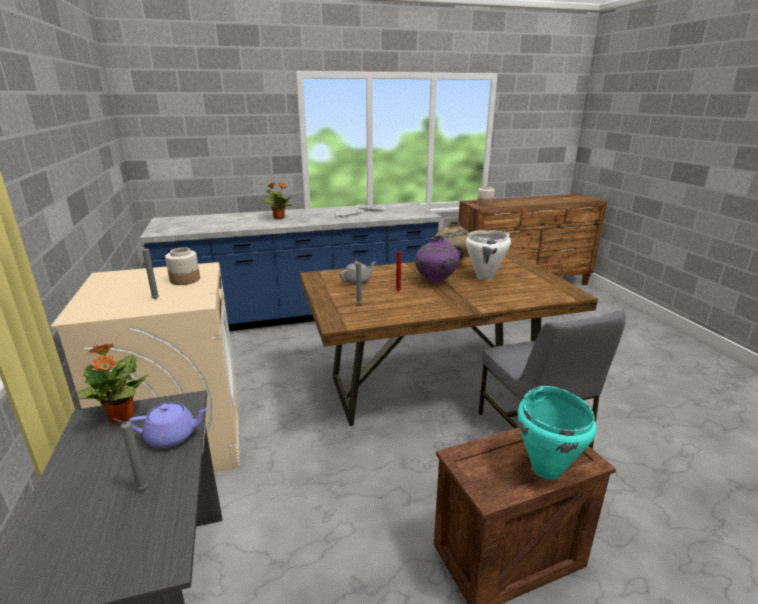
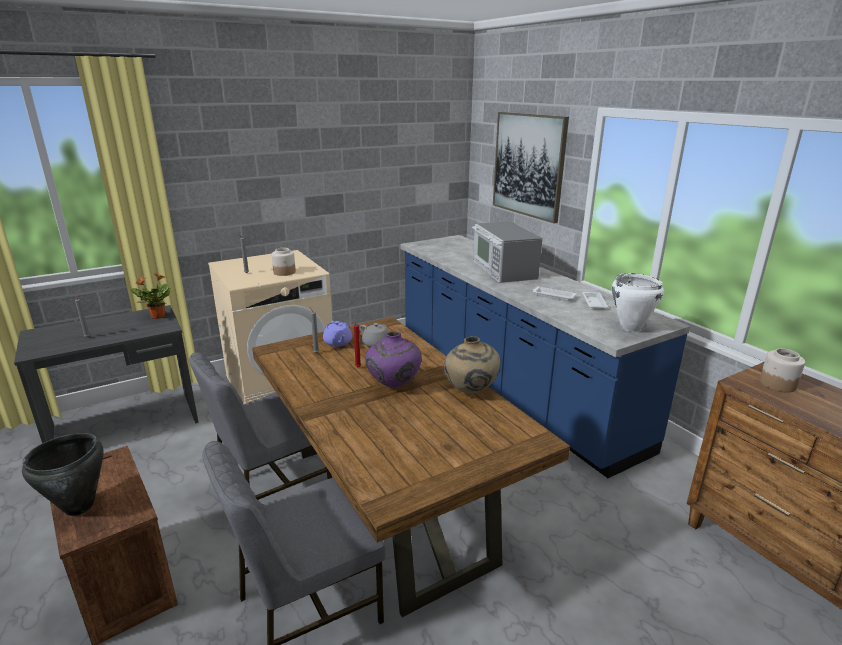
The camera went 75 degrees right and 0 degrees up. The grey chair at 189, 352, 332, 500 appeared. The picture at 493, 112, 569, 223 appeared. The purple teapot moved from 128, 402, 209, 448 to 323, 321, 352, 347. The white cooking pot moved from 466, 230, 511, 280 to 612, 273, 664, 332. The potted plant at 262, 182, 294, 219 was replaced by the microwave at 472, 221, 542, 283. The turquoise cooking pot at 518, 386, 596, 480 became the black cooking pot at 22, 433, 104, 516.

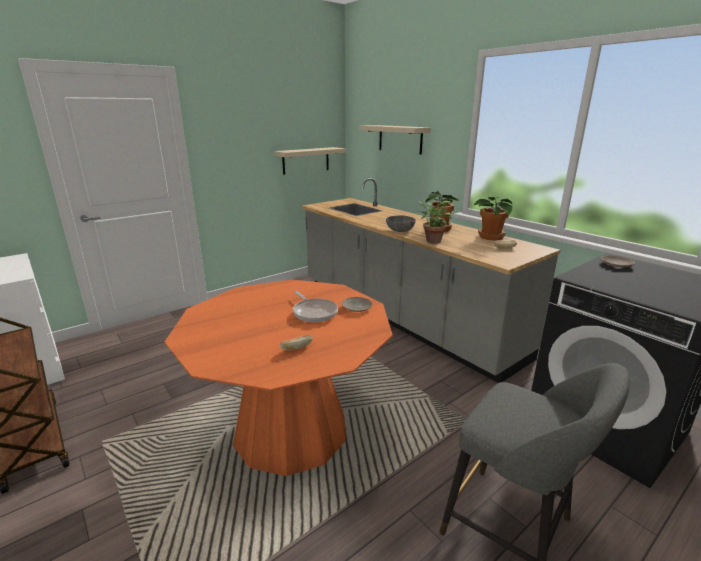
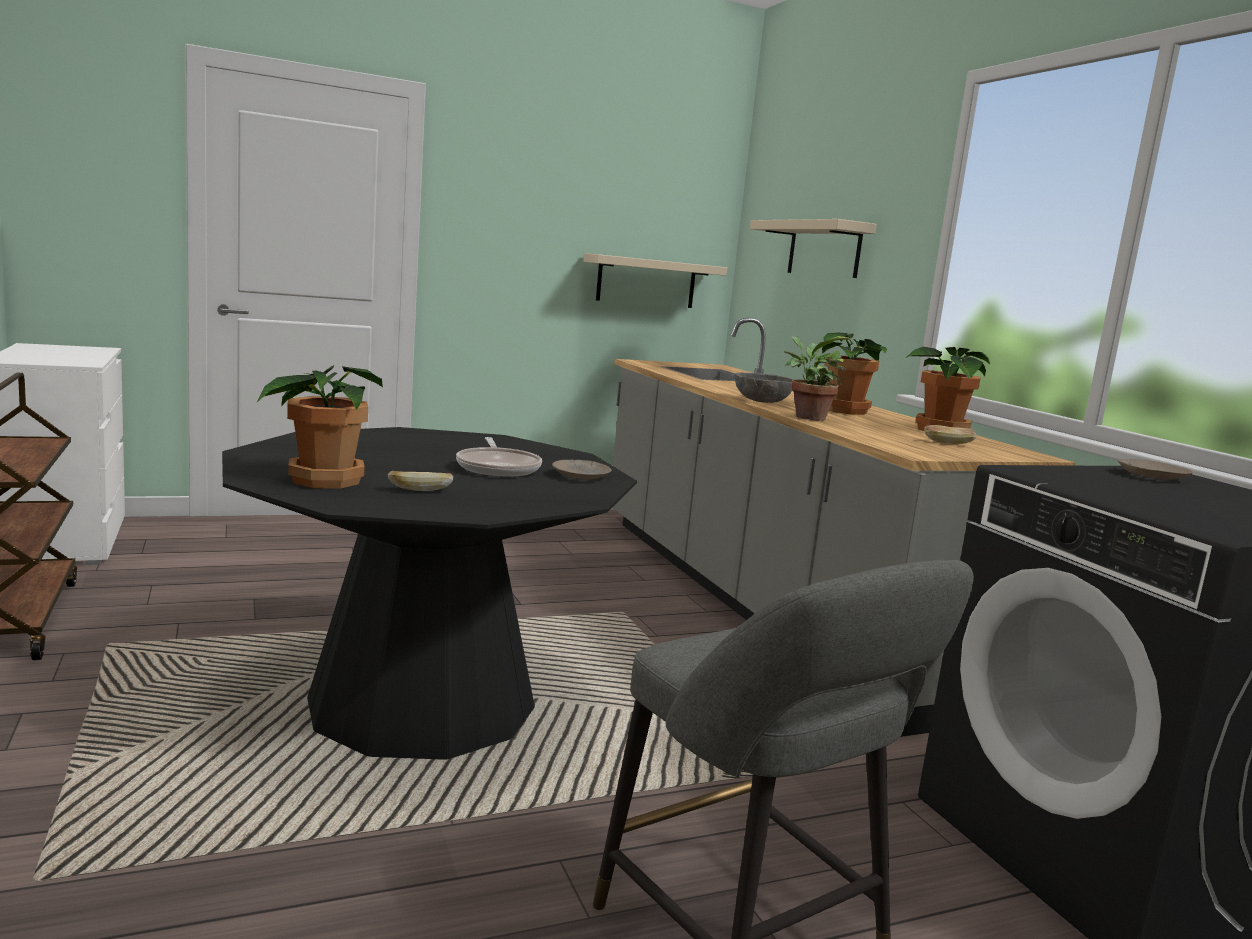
The camera went 15 degrees right and 10 degrees down. The potted plant at 257, 365, 383, 489 appeared. The orange dining table at 165, 279, 393, 476 became the black dining table at 222, 427, 637, 760.

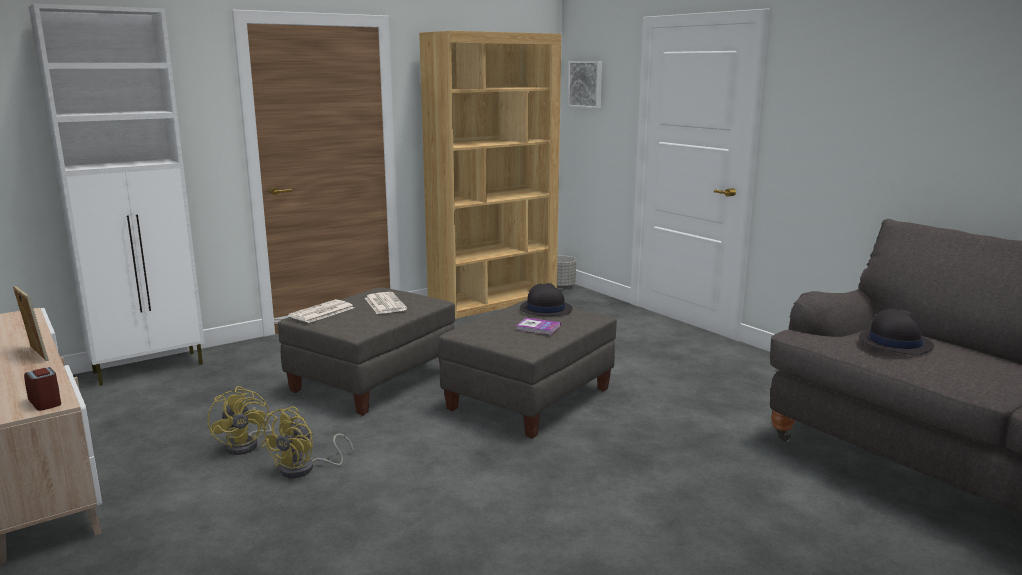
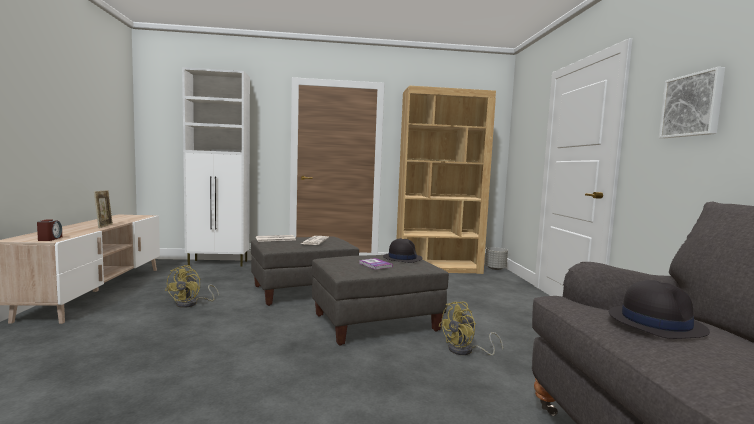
The camera went 30 degrees right and 10 degrees down. The yellow fan moved from 261, 407, 354, 478 to 438, 302, 503, 356. The picture moved from 568, 61, 602, 108 to 659, 67, 725, 138.

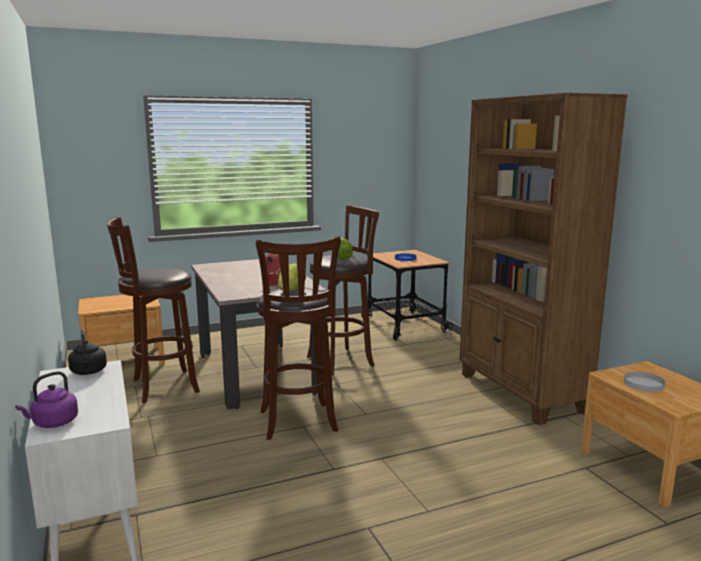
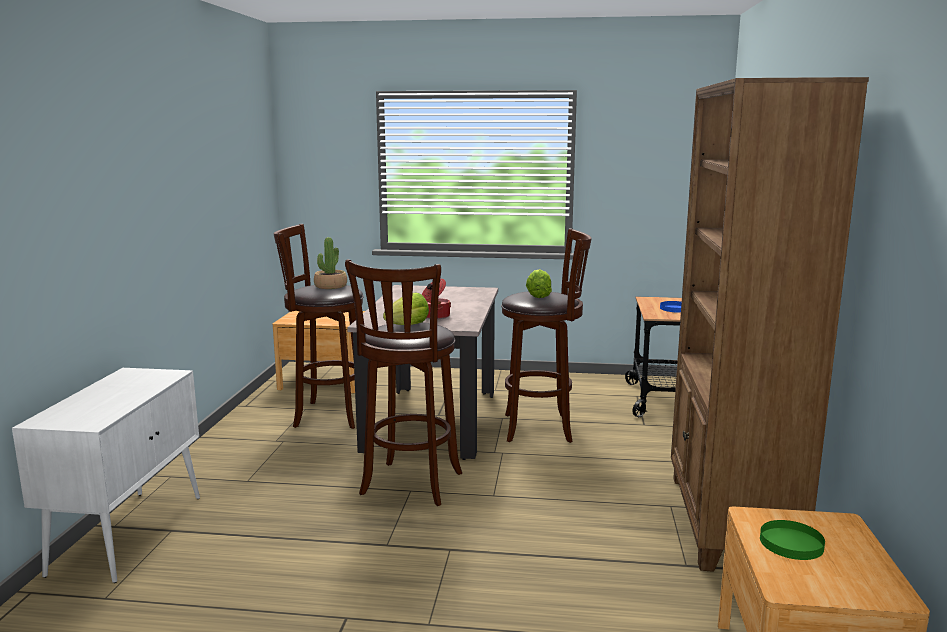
The camera went 30 degrees right and 0 degrees up. The purple kettle at 15, 371, 78, 428 disappeared. The black kettle at 68, 329, 107, 375 disappeared. The potted plant at 314, 237, 347, 289 appeared. The white plate at 624, 372, 665, 392 became the green plate at 760, 520, 825, 560.

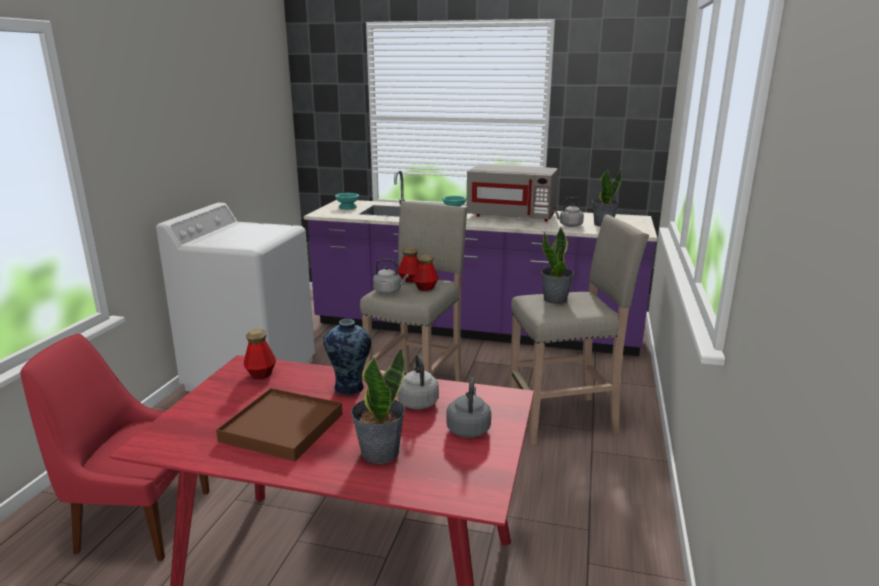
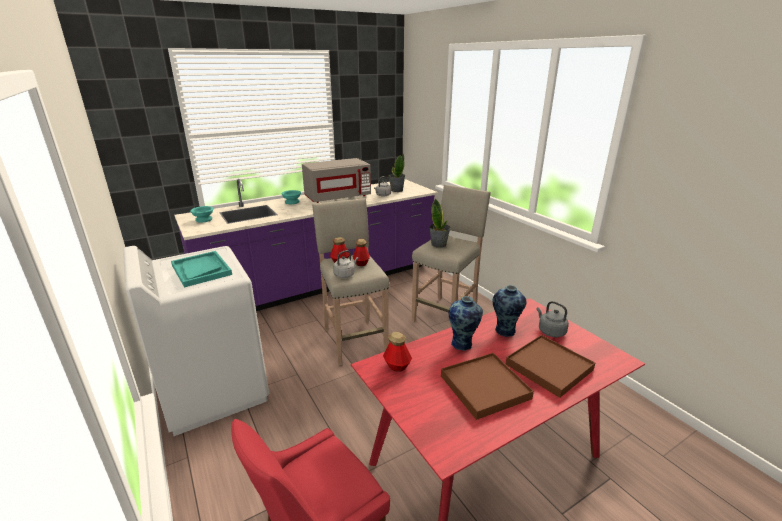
The camera went 45 degrees left and 5 degrees up. The turquoise tray at 171, 251, 232, 287 appeared. The potted plant at 351, 347, 405, 464 was replaced by the brown tray at 506, 335, 595, 398. The grey kettle at 398, 354, 439, 409 was replaced by the vase at 492, 285, 527, 337.

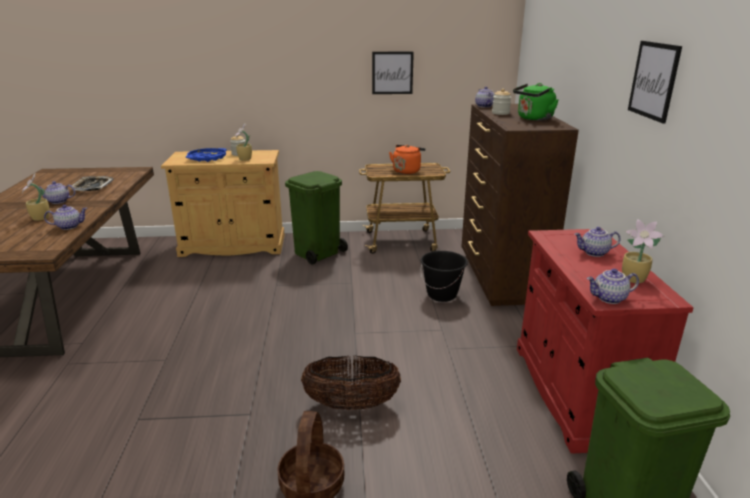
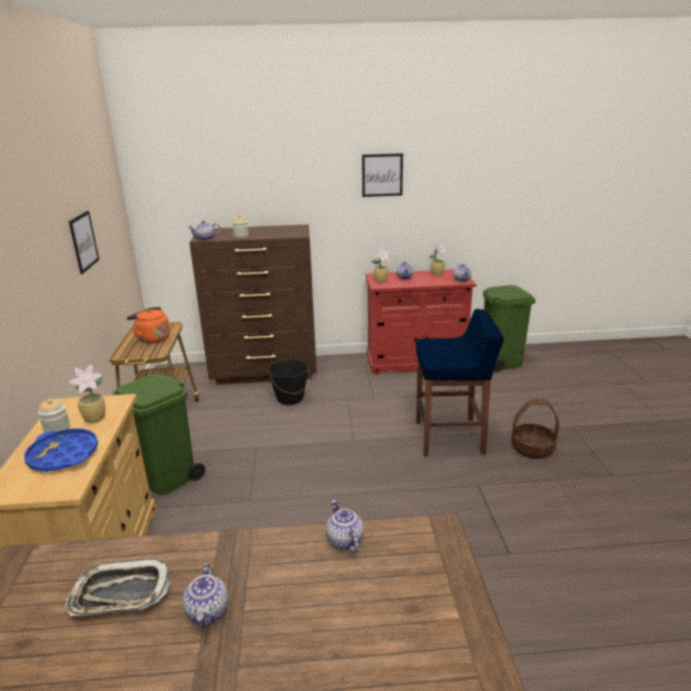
The camera went 90 degrees left and 0 degrees up. The green kettle at 513, 83, 559, 121 disappeared. The potted plant moved from 22, 173, 50, 221 to 371, 247, 390, 283. The basket at 301, 355, 401, 410 was replaced by the blue stool at 416, 309, 504, 456.

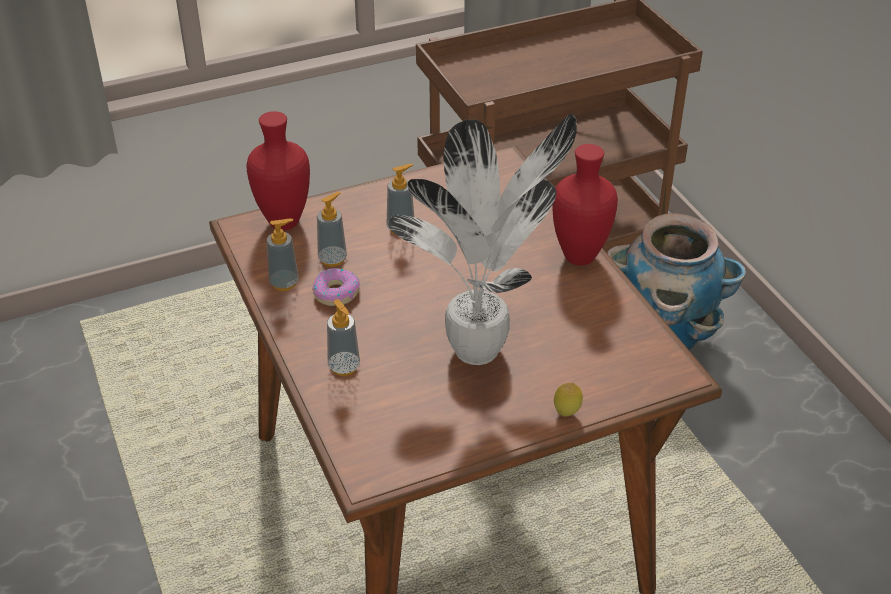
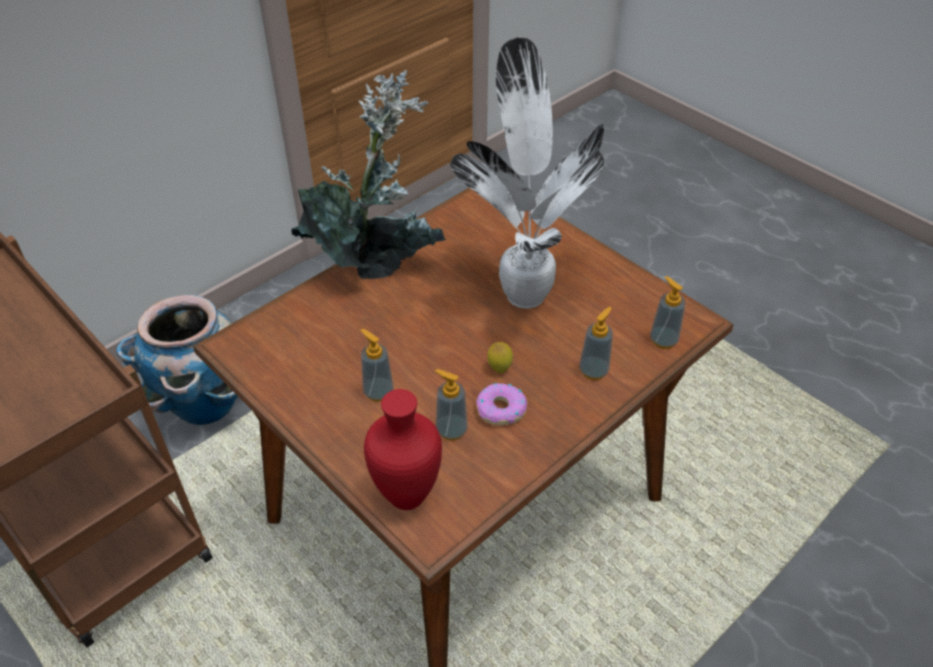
The camera went 110 degrees left and 5 degrees up. The soap dispenser moved from 266, 219, 299, 291 to 650, 276, 686, 349. The lemon moved from 554, 383, 583, 417 to 487, 342, 513, 373. The red vase at 552, 144, 618, 266 was replaced by the potted plant at 291, 70, 446, 279.

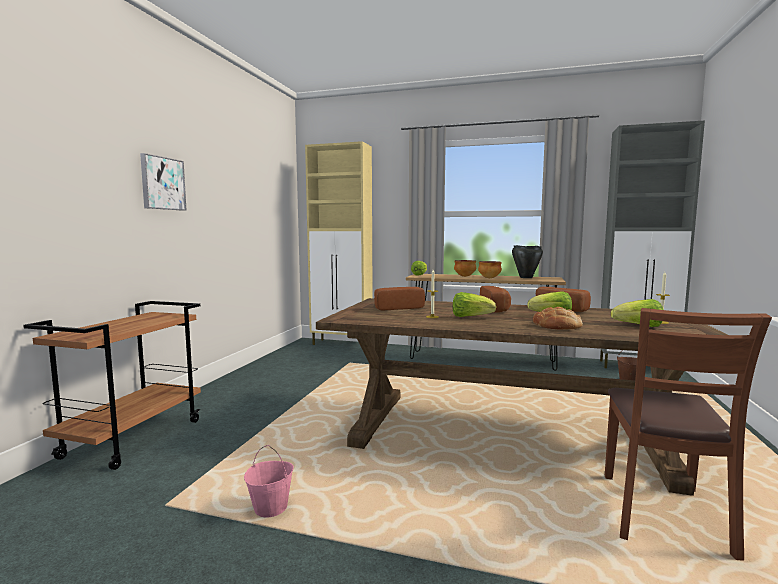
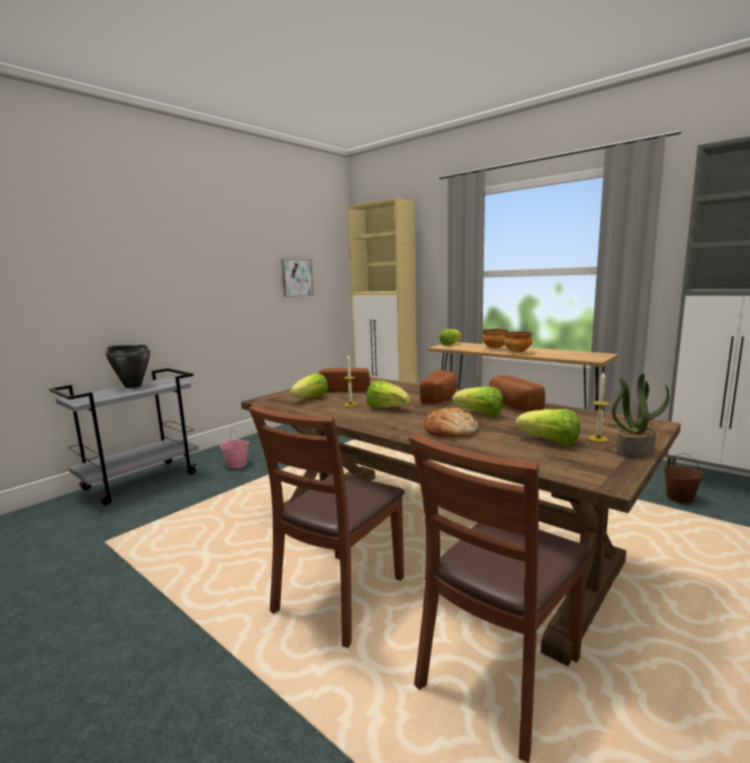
The camera went 25 degrees right and 5 degrees up. The brown chair at 248, 404, 405, 648 appeared. The lettuce at 290, 373, 328, 398 appeared. The potted plant at 612, 374, 670, 458 appeared. The picture moved from 140, 153, 187, 211 to 281, 259, 314, 297. The pink bucket moved from 244, 445, 294, 518 to 220, 429, 249, 468. The black cooking pot moved from 512, 245, 543, 278 to 106, 345, 150, 388. The brown cart at 23, 301, 201, 470 became the grey cart at 49, 368, 199, 506.

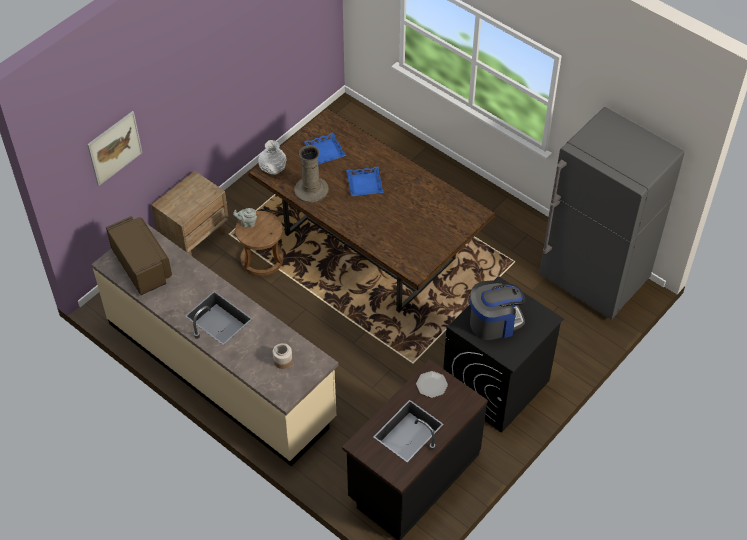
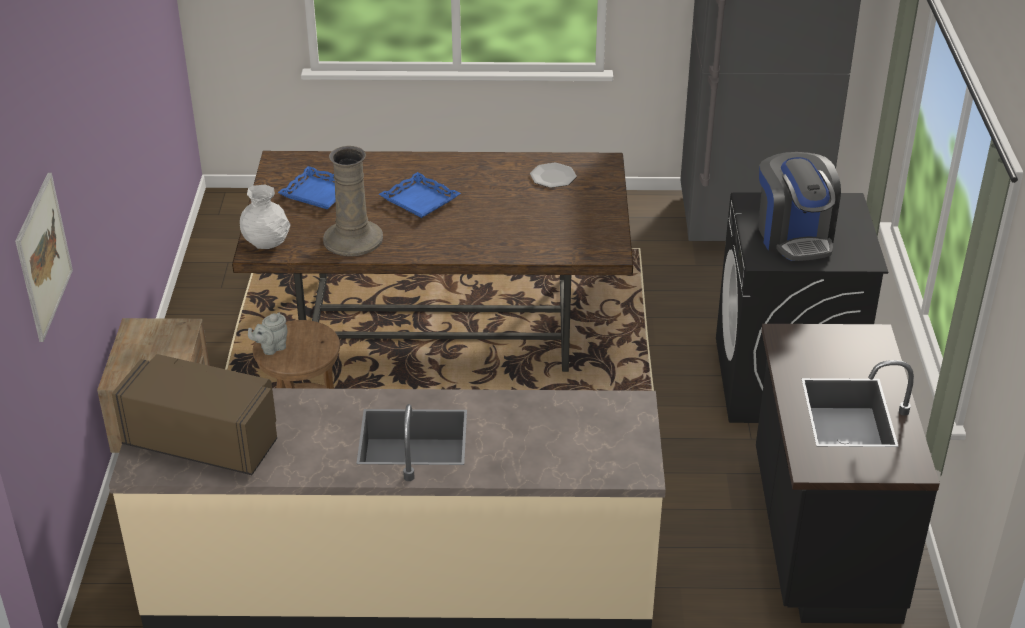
The camera went 40 degrees left and 15 degrees down. The jar at 273, 343, 293, 369 disappeared. The plate moved from 416, 371, 448, 398 to 530, 163, 577, 188. The coffee machine at 470, 280, 526, 340 turned 135 degrees clockwise.

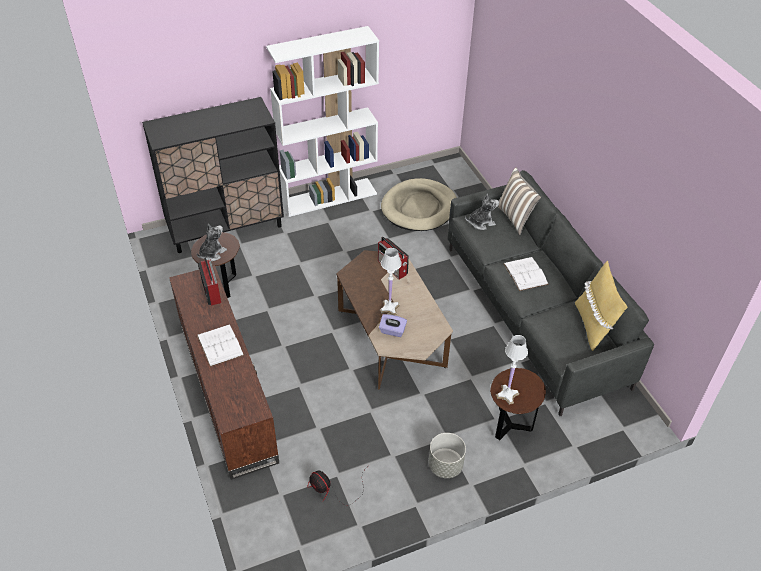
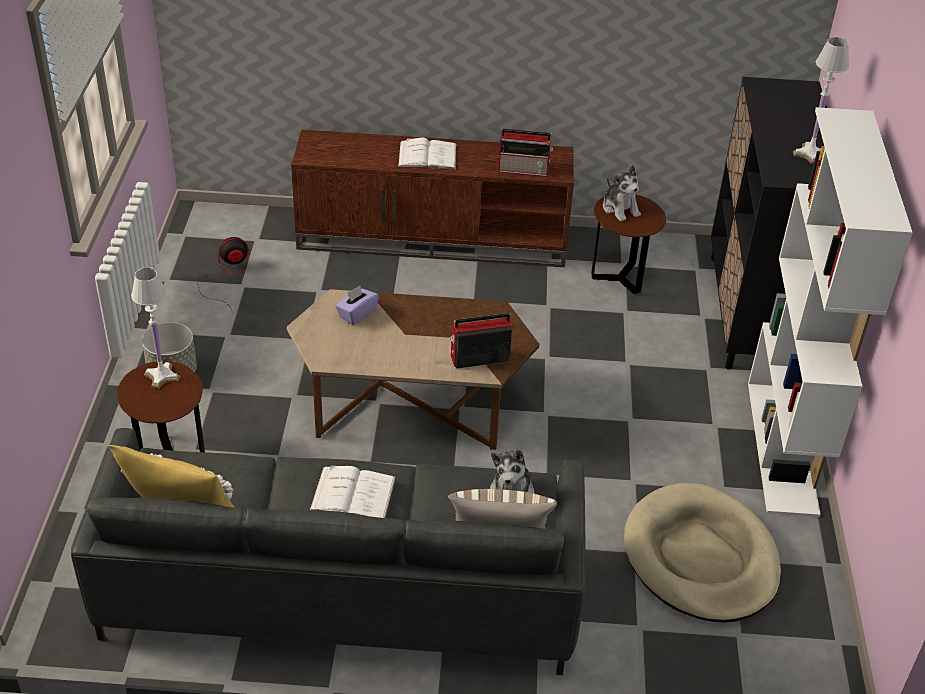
The camera went 115 degrees right and 5 degrees down. The white table lamp moved from 379, 248, 402, 315 to 793, 37, 850, 164.

